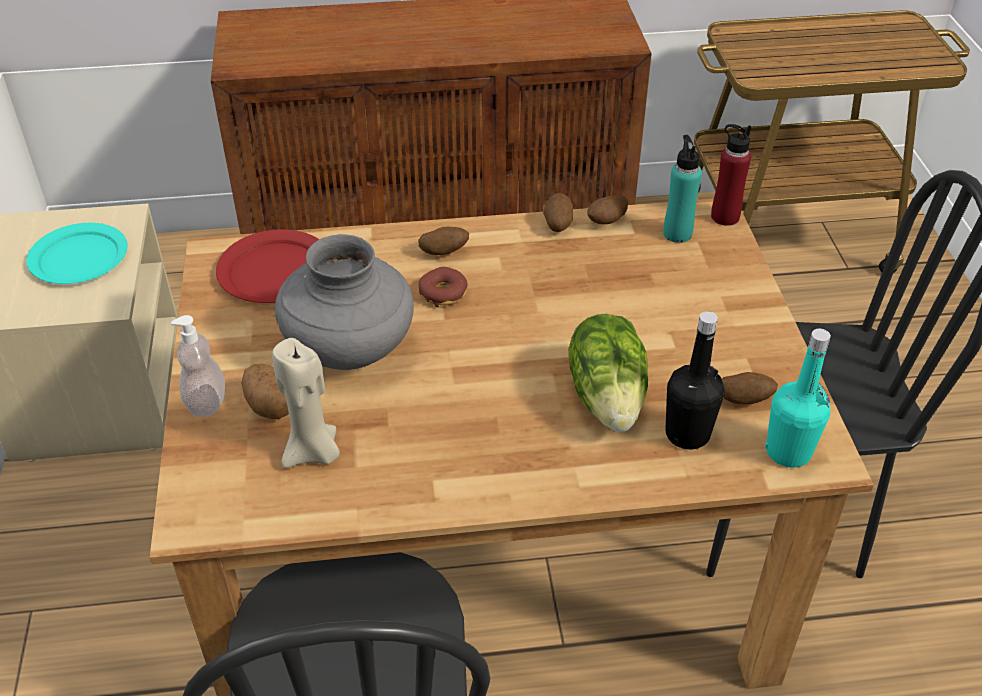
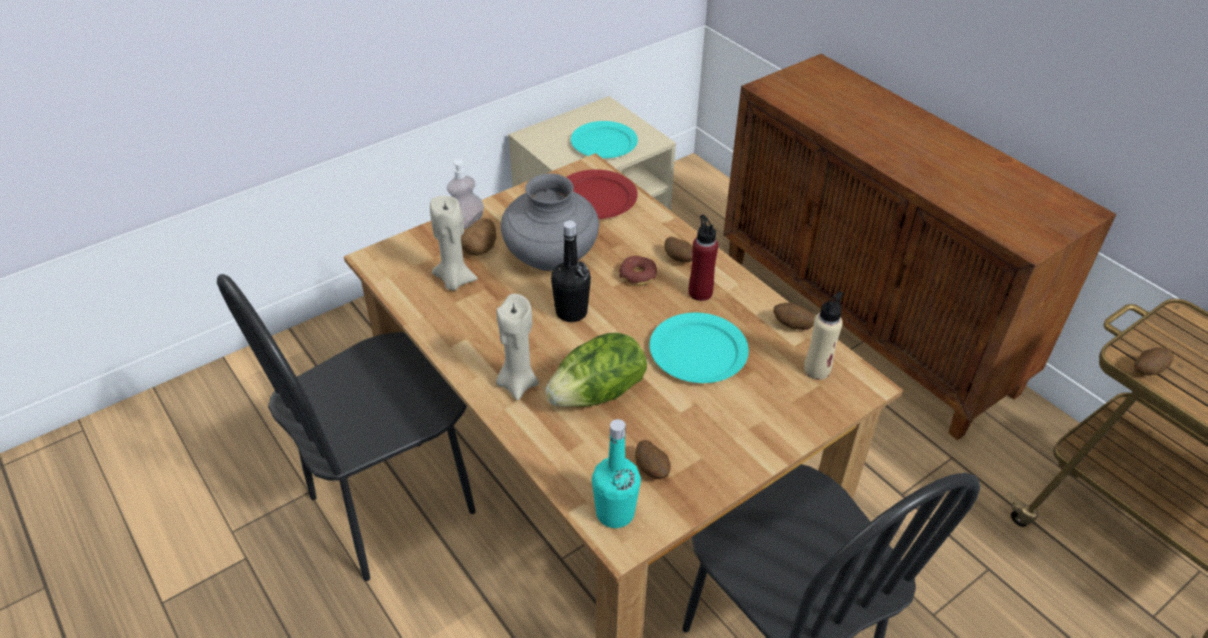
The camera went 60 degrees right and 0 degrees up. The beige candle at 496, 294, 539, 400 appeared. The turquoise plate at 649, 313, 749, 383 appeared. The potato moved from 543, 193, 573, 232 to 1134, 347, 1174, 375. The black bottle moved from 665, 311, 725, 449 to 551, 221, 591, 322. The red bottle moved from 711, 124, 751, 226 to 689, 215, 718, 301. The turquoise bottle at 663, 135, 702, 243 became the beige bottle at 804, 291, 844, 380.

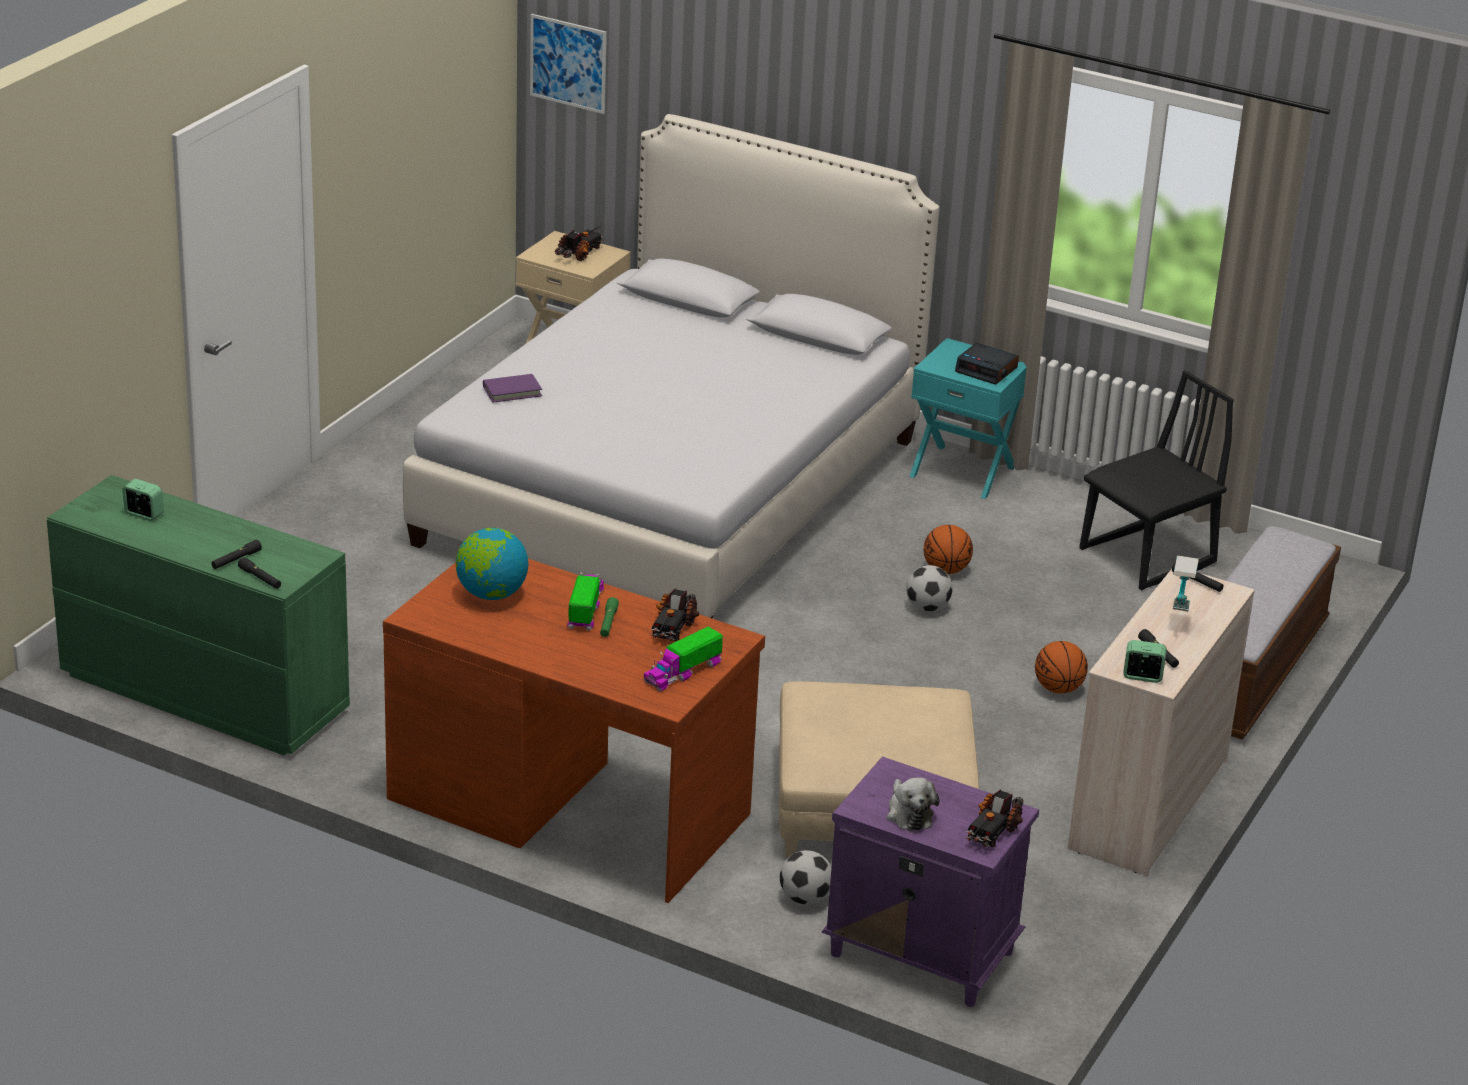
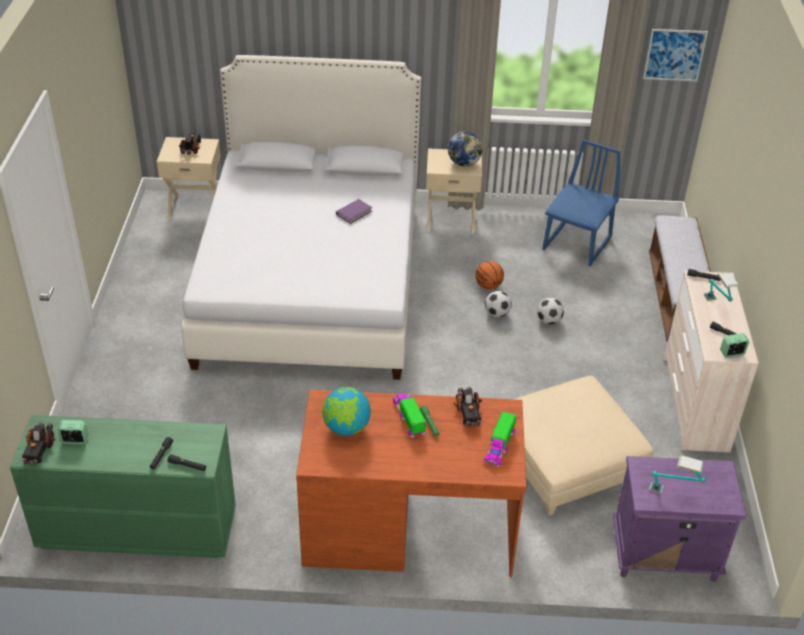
The camera went 25 degrees left and 10 degrees up. The basketball at 1035, 641, 1088, 694 disappeared. The purple book moved from 483, 374, 542, 403 to 336, 199, 373, 224. The picture moved from 530, 14, 607, 114 to 643, 29, 708, 81. The football moved from 780, 850, 832, 905 to 537, 298, 564, 324. The toy truck moved from 965, 790, 1024, 847 to 21, 423, 55, 466. The plush toy at 887, 777, 939, 831 was replaced by the table lamp at 649, 455, 706, 494. The alarm clock at 955, 343, 1019, 385 was replaced by the globe at 448, 131, 483, 166. The turquoise nightstand at 909, 338, 1027, 499 became the beige nightstand at 426, 149, 482, 234. The black chair at 1079, 370, 1234, 590 became the blue chair at 542, 140, 621, 266.

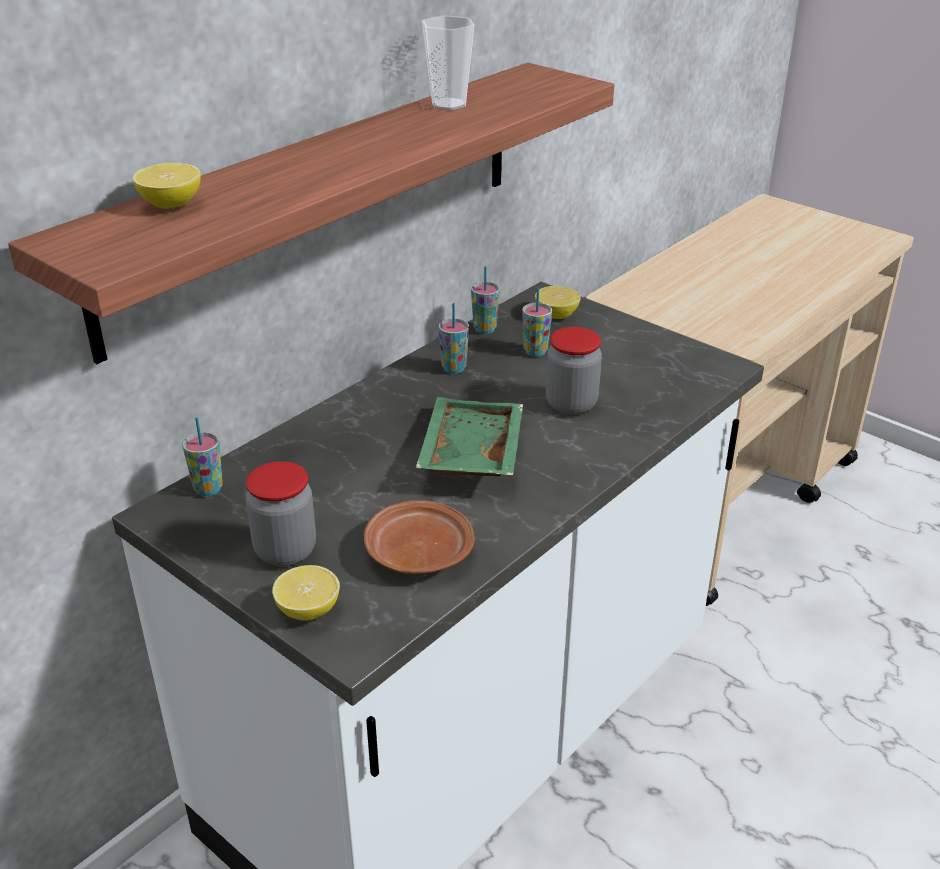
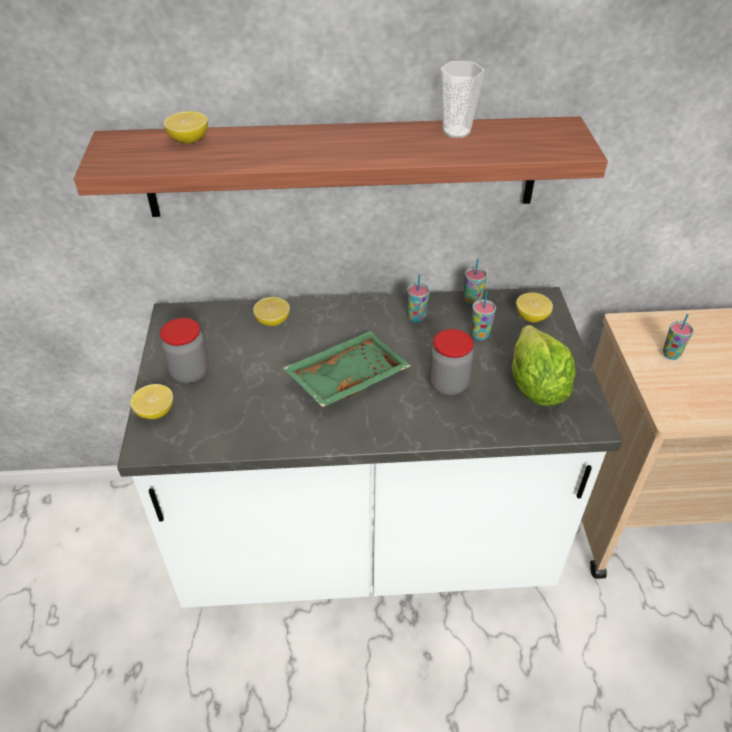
The camera went 45 degrees right and 10 degrees up. The brown plate at 364, 500, 475, 574 disappeared. The lemon at 253, 297, 290, 326 appeared. The lettuce at 512, 325, 576, 406 appeared. The cup moved from 182, 417, 223, 496 to 663, 314, 694, 360.

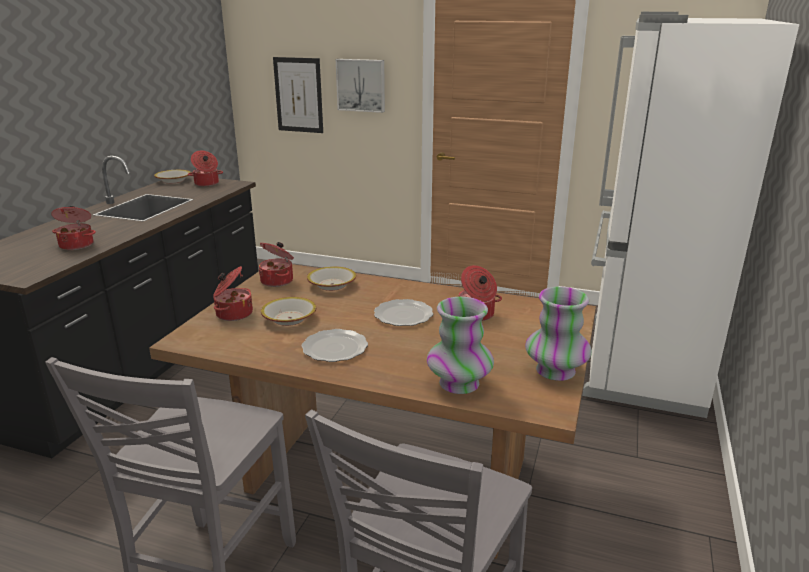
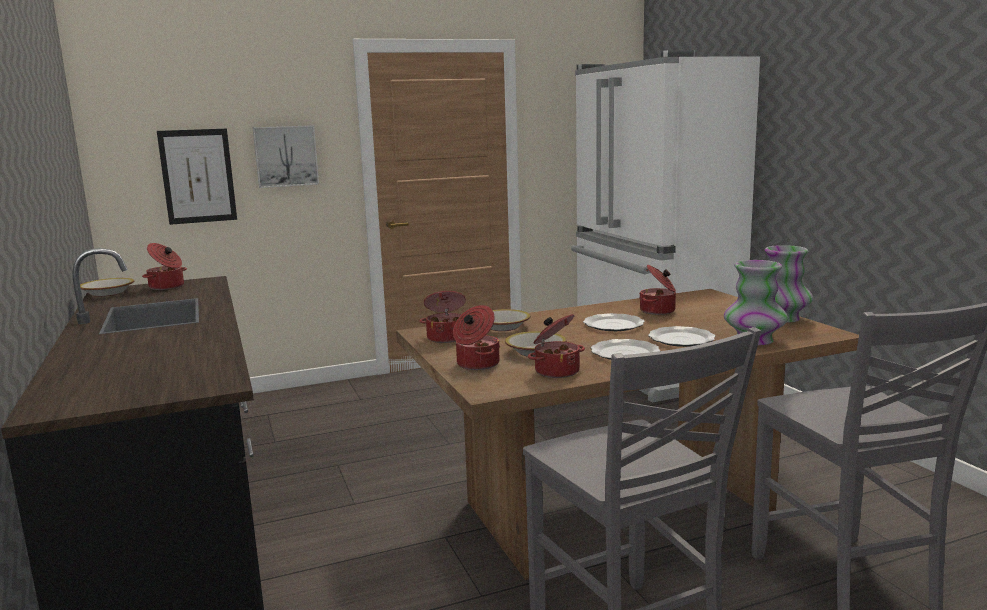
The camera went 40 degrees left and 10 degrees down. The plate at 648, 326, 715, 347 appeared. The cooking pot moved from 51, 206, 96, 250 to 528, 314, 585, 378.

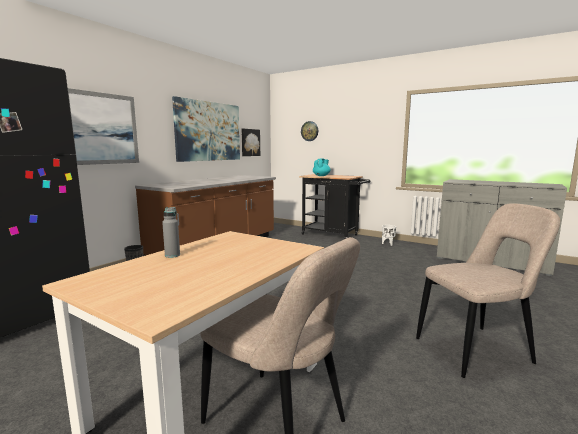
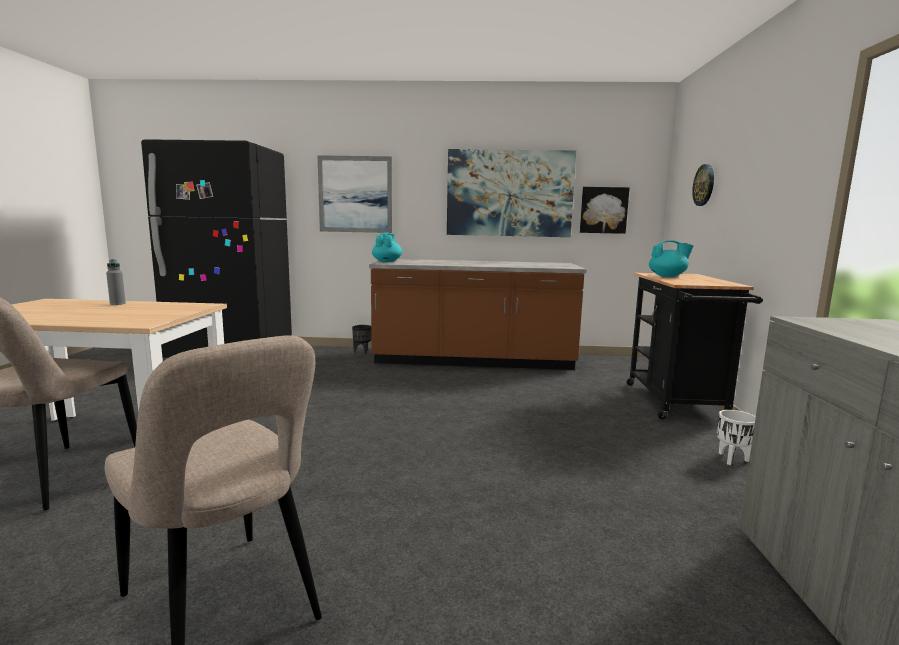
The camera went 60 degrees right and 0 degrees up. The turquoise teapot at 372, 233, 402, 262 appeared.

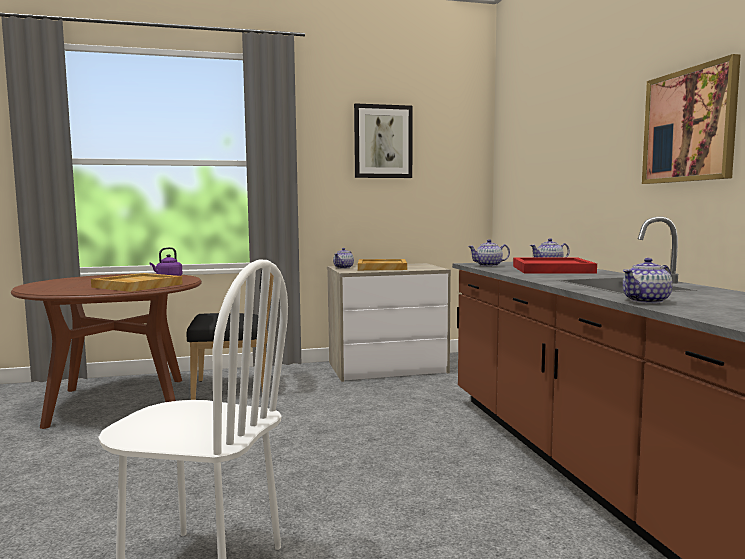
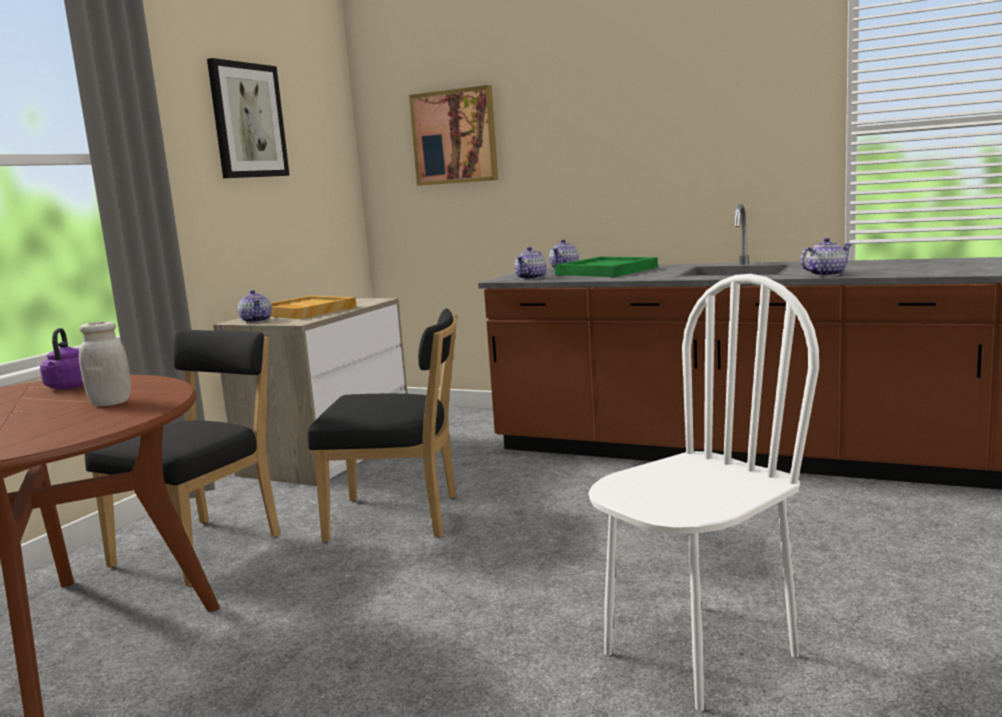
The camera went 50 degrees left and 5 degrees up. The black chair at 307, 308, 458, 543 appeared. The picture moved from 642, 54, 741, 184 to 409, 85, 498, 186. The beige tray at 91, 273, 183, 292 was replaced by the white jar at 79, 322, 131, 406. The red tray at 513, 258, 597, 274 became the green tray at 555, 257, 658, 277. The teapot at 623, 258, 673, 304 turned 120 degrees counterclockwise.

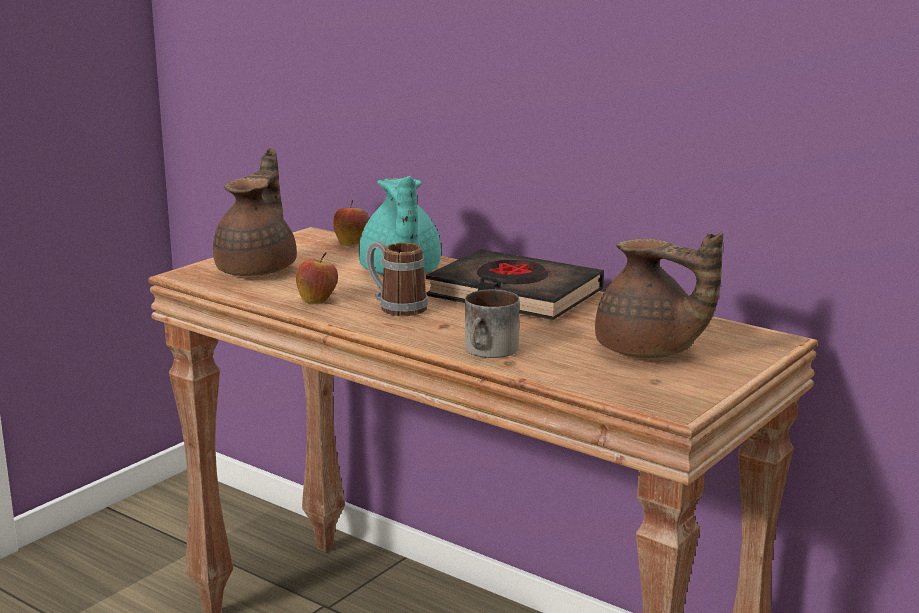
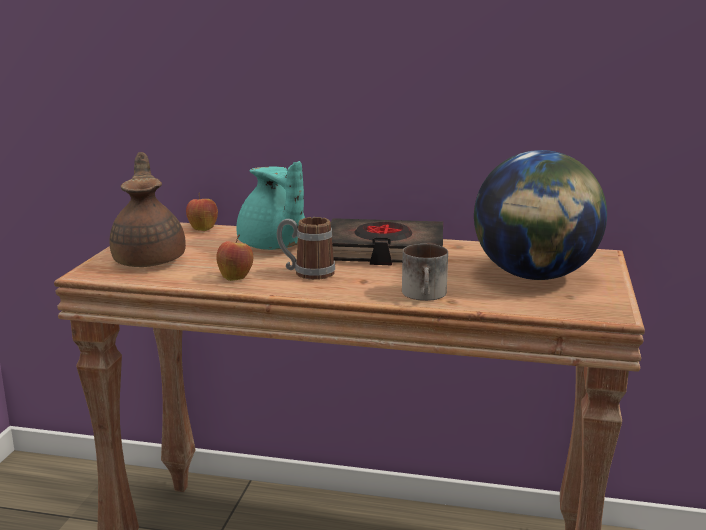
The camera went 25 degrees left and 0 degrees up. The brown teapot at 595, 232, 723, 358 was replaced by the globe at 474, 150, 607, 280.

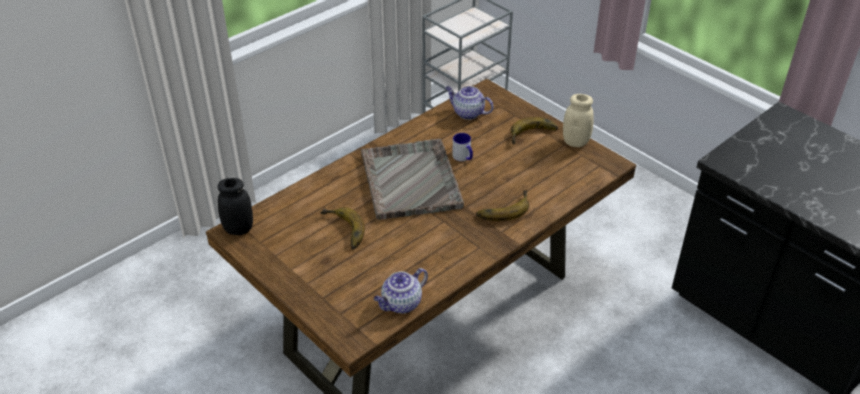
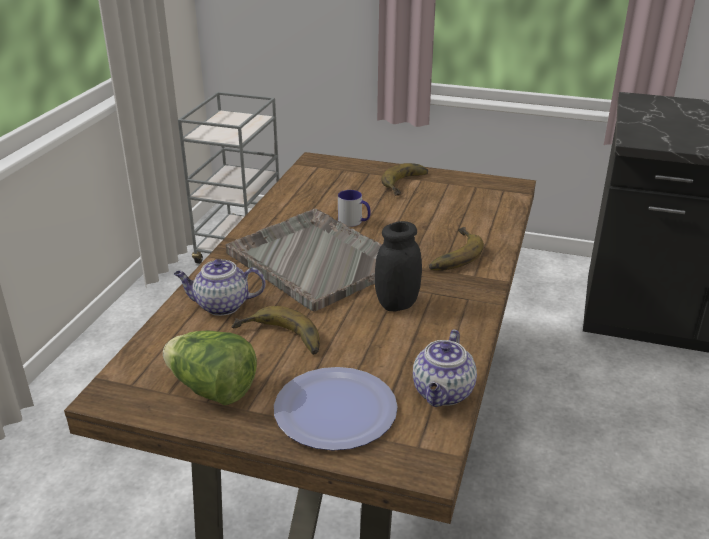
The camera went 30 degrees left and 10 degrees down. The beige jar at 563, 94, 594, 147 disappeared. The lettuce at 163, 330, 257, 405 appeared. The plate at 274, 367, 398, 451 appeared. The black jar moved from 218, 178, 253, 235 to 375, 221, 422, 311. The teapot moved from 445, 86, 494, 120 to 174, 259, 265, 316.

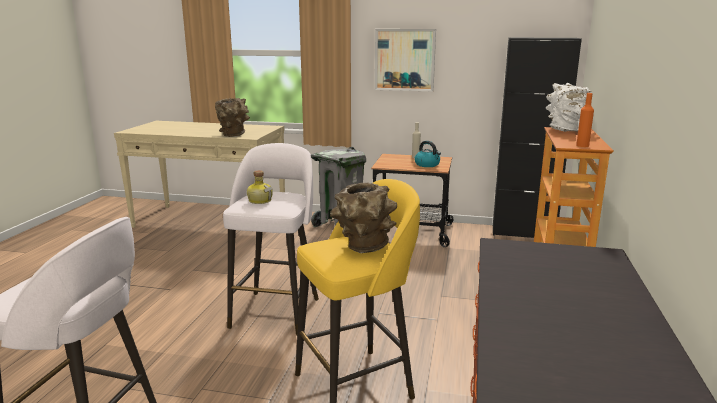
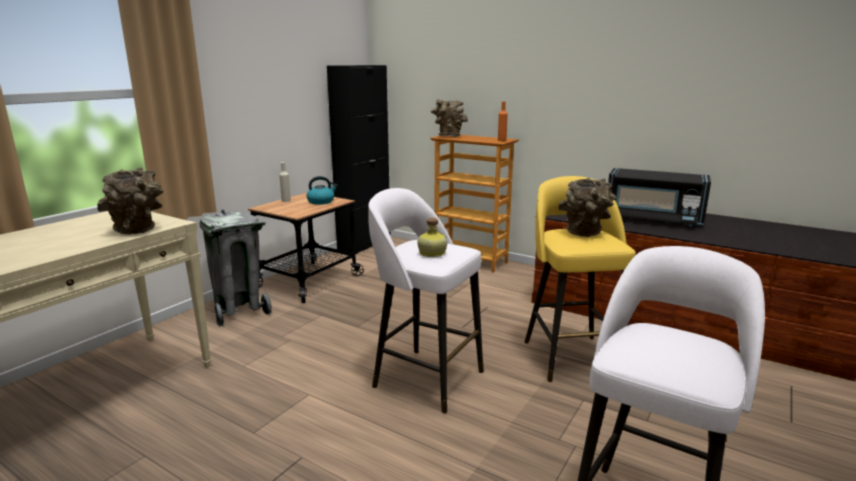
The camera went 70 degrees left and 0 degrees up. The picture at 375, 29, 436, 91 disappeared. The black microwave at 608, 168, 711, 226 appeared. The white vase at 546, 83, 593, 132 became the brown vase at 431, 99, 468, 137.

